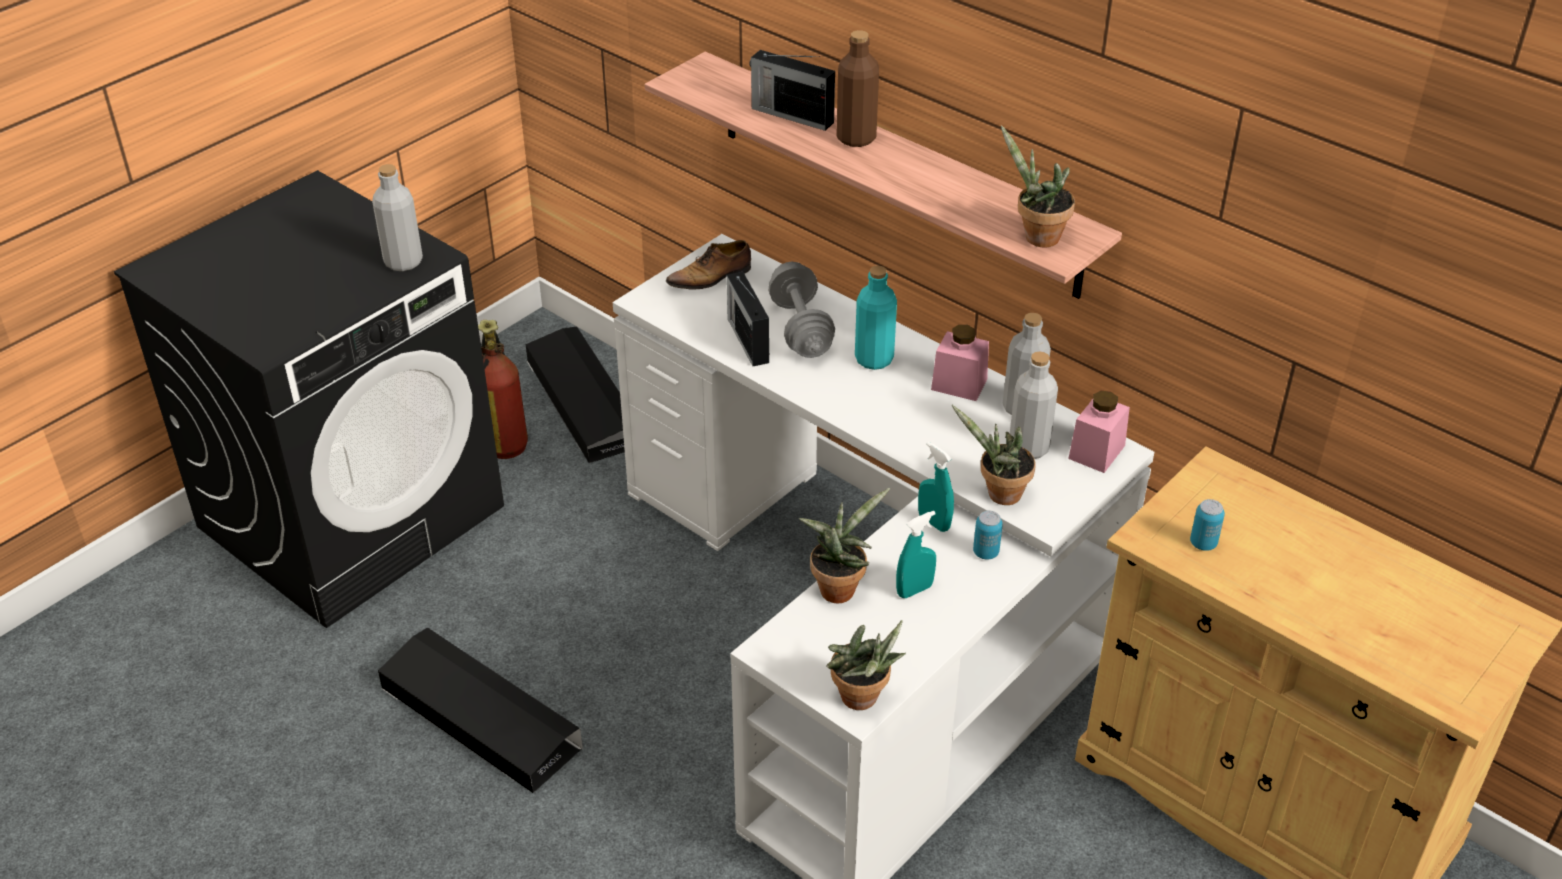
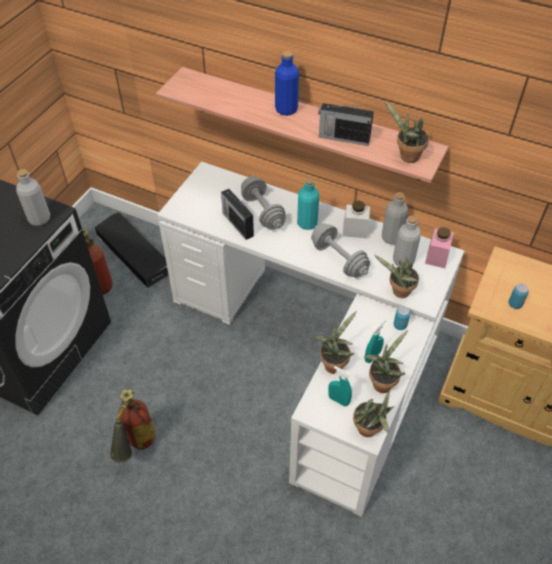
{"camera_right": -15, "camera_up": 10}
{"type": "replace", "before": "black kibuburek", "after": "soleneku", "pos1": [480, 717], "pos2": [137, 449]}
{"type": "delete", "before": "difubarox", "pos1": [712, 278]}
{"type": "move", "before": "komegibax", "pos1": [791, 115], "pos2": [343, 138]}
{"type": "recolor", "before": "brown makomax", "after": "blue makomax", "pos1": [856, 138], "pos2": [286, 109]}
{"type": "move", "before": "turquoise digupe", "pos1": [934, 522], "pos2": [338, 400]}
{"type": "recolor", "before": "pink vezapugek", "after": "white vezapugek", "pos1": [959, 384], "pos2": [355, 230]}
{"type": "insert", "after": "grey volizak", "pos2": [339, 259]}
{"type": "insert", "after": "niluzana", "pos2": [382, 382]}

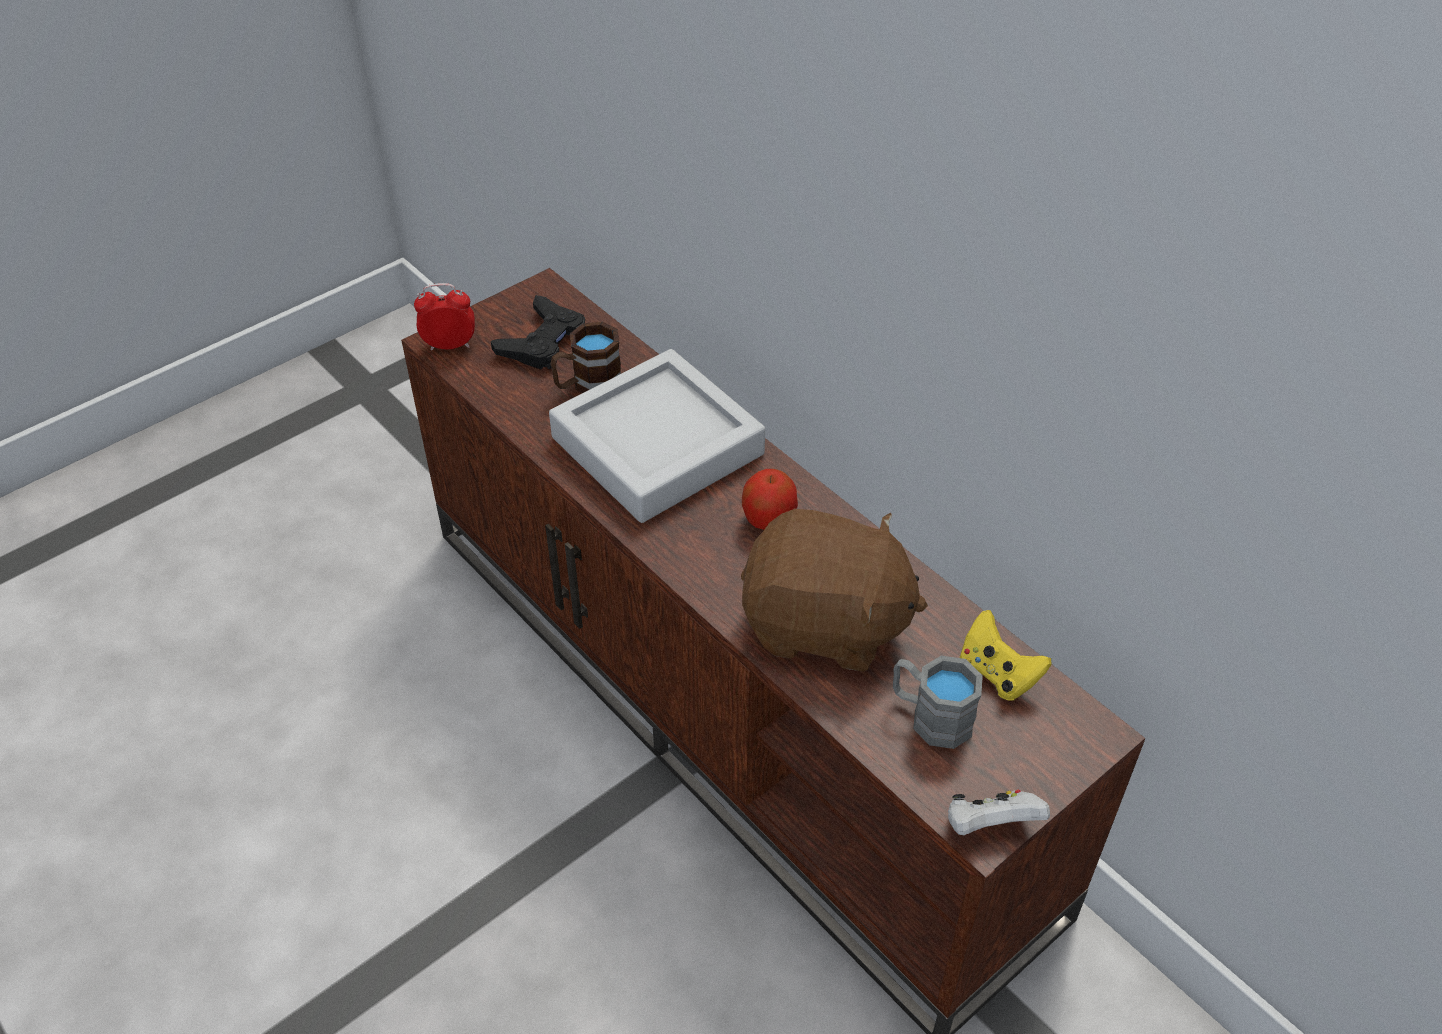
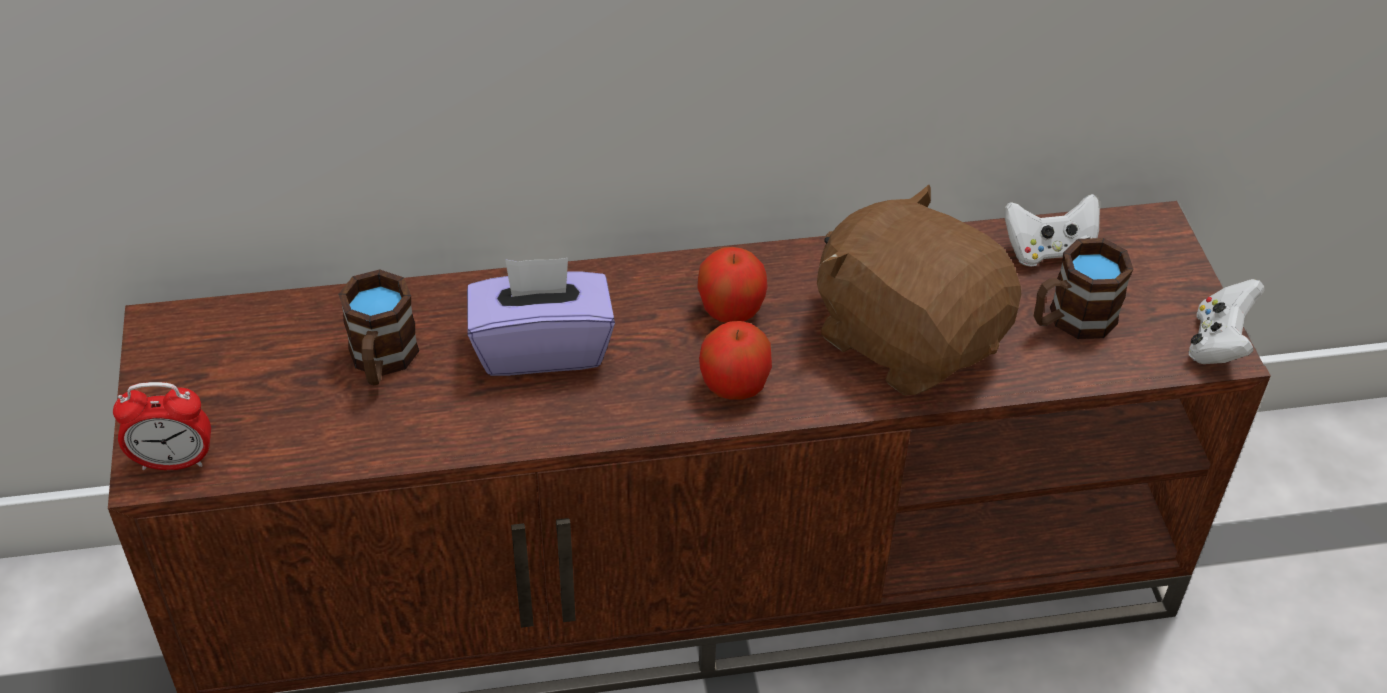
{"camera_right": -60, "camera_up": 0}
{"type": "rotate", "before": "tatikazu", "pos1": [449, 345], "pos2": [174, 461], "turn": -120}
{"type": "delete", "before": "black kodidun", "pos1": [543, 341]}
{"type": "replace", "before": "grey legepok", "after": "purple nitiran", "pos1": [657, 446], "pos2": [542, 347]}
{"type": "rotate", "before": "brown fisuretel", "pos1": [825, 625], "pos2": [907, 337], "turn": -90}
{"type": "recolor", "before": "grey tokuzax", "after": "brown tokuzax", "pos1": [930, 716], "pos2": [1070, 320]}
{"type": "recolor", "before": "yellow kodidun", "after": "white kodidun", "pos1": [997, 673], "pos2": [1048, 251]}
{"type": "insert", "after": "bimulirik", "pos2": [734, 386]}

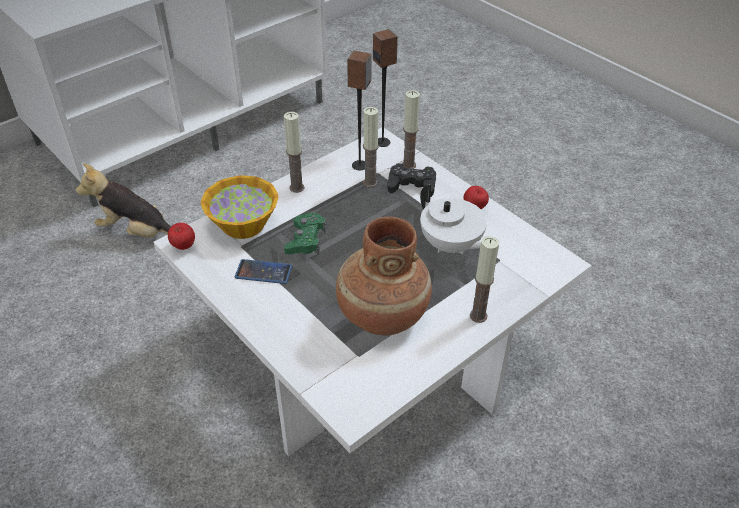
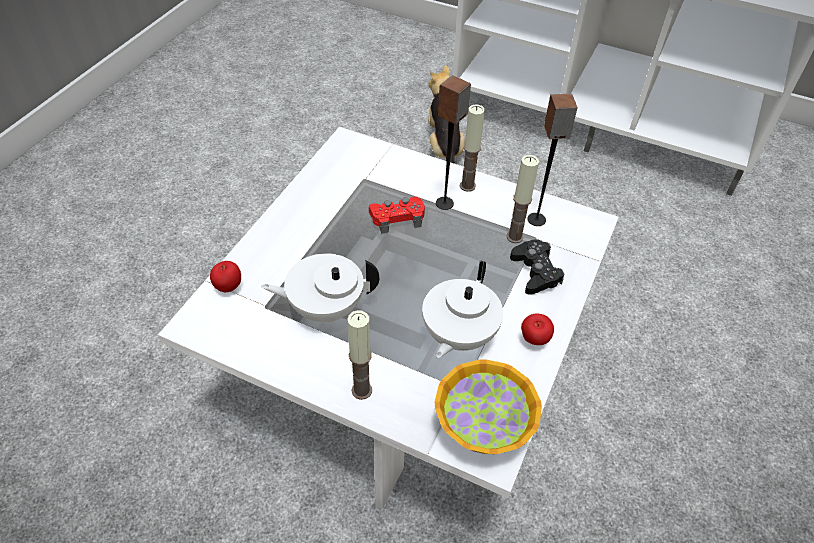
{"camera_right": 65, "camera_up": 5}
{"type": "move", "before": "bimulirik", "pos1": [183, 247], "pos2": [228, 287]}
{"type": "move", "before": "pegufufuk", "pos1": [243, 225], "pos2": [482, 428]}
{"type": "delete", "before": "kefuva", "pos1": [263, 272]}
{"type": "recolor", "before": "green kodidun", "after": "red kodidun", "pos1": [306, 240], "pos2": [397, 218]}
{"type": "replace", "before": "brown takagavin", "after": "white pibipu", "pos1": [382, 314], "pos2": [325, 307]}
{"type": "move", "before": "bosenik", "pos1": [383, 142], "pos2": [445, 203]}
{"type": "delete", "before": "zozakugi", "pos1": [408, 165]}

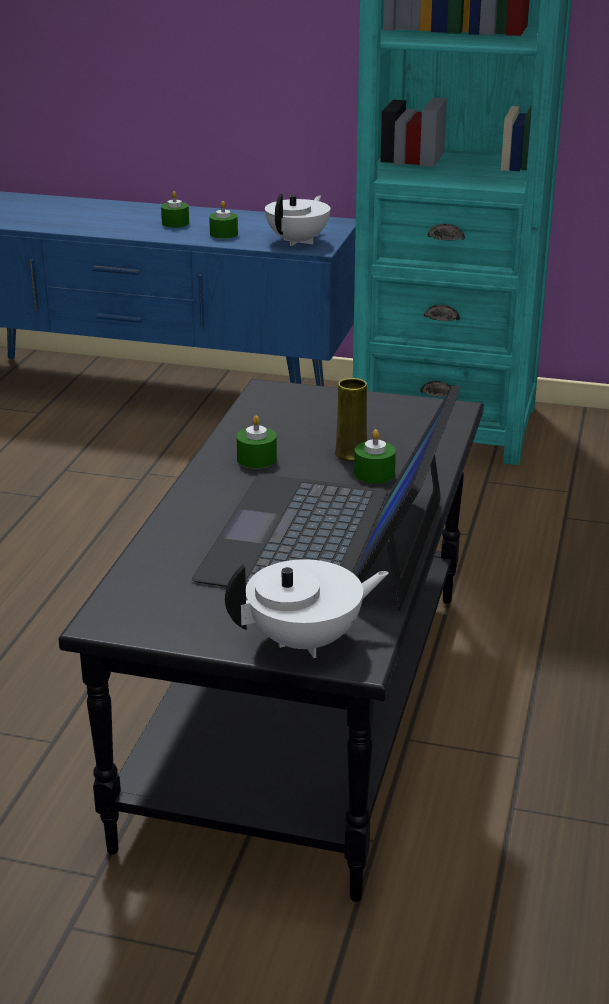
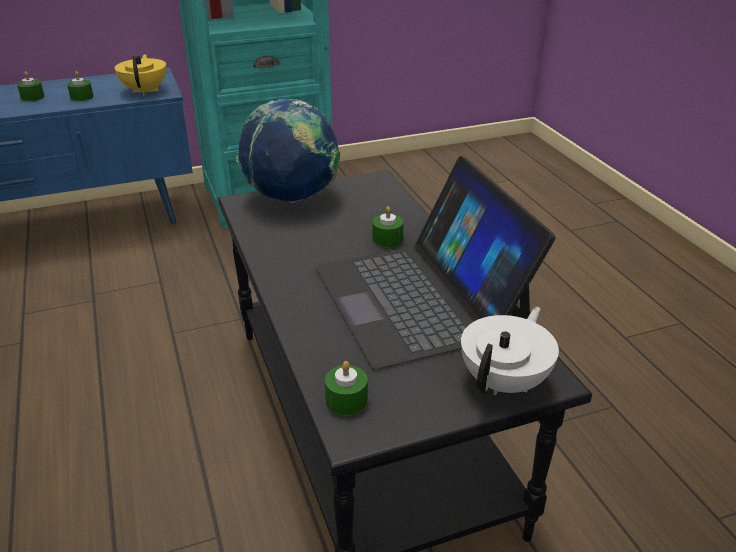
{"camera_right": -35, "camera_up": 5}
{"type": "move", "before": "green zozakugi", "pos1": [256, 459], "pos2": [346, 400]}
{"type": "recolor", "before": "white pibipu", "after": "yellow pibipu", "pos1": [298, 241], "pos2": [145, 91]}
{"type": "delete", "before": "yellow takagavin", "pos1": [351, 454]}
{"type": "insert", "after": "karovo", "pos2": [292, 198]}

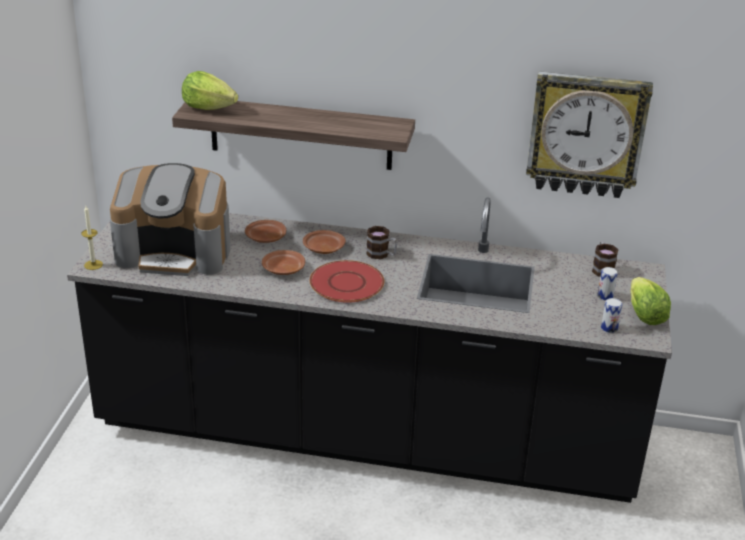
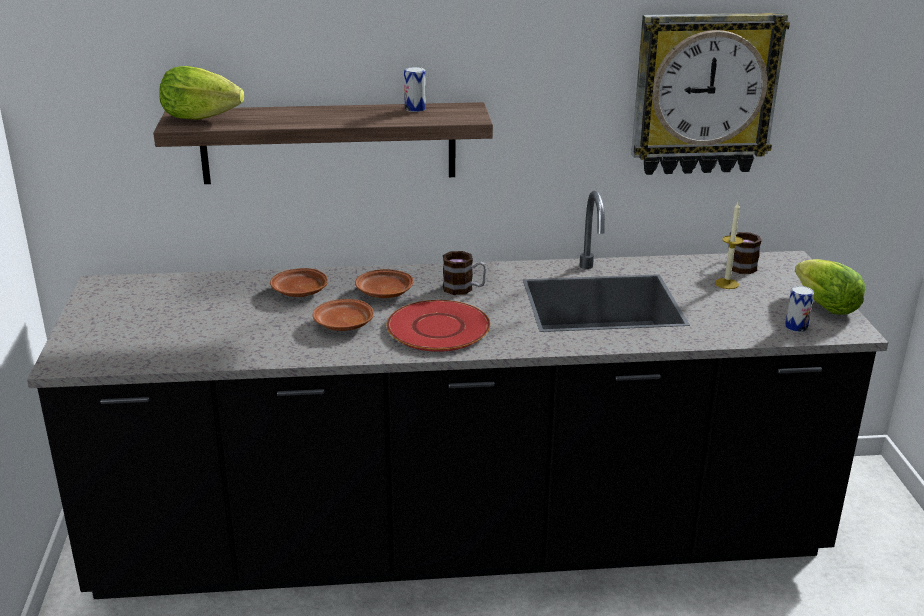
{"camera_right": -15, "camera_up": -5}
{"type": "move", "before": "zozakugi", "pos1": [93, 265], "pos2": [726, 283]}
{"type": "delete", "before": "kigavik", "pos1": [175, 252]}
{"type": "move", "before": "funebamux", "pos1": [605, 296], "pos2": [415, 108]}

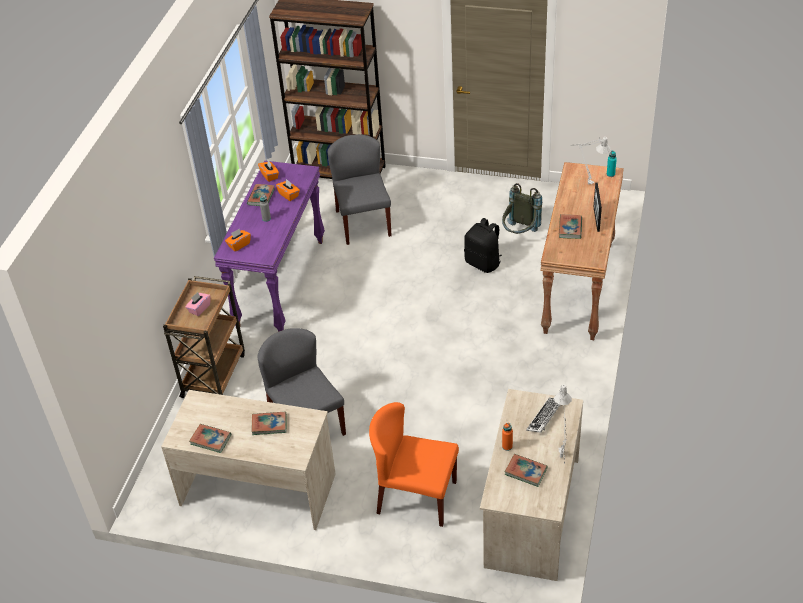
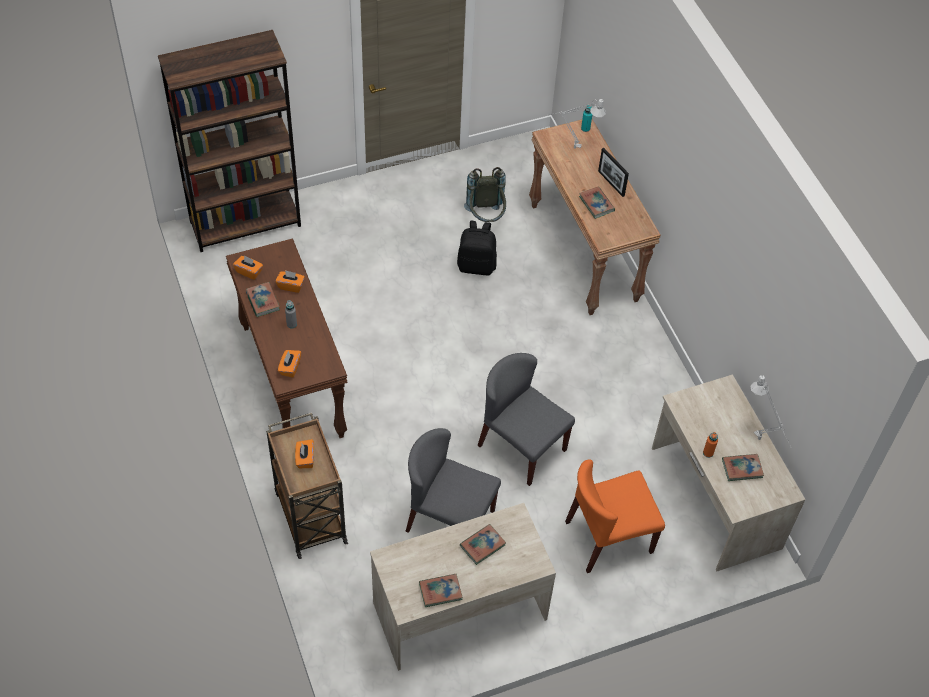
{"camera_right": -40, "camera_up": 10}
{"type": "recolor", "before": "pink nitiran", "after": "orange nitiran", "pos1": [199, 308], "pos2": [305, 459]}
{"type": "recolor", "before": "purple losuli", "after": "brown losuli", "pos1": [280, 283], "pos2": [291, 381]}
{"type": "move", "before": "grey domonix", "pos1": [363, 223], "pos2": [521, 447]}
{"type": "delete", "before": "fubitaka", "pos1": [545, 417]}

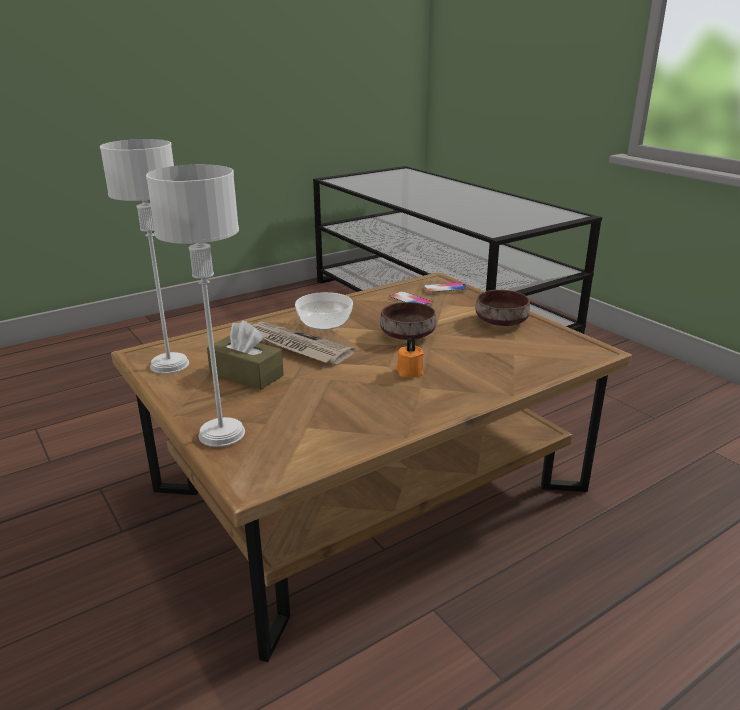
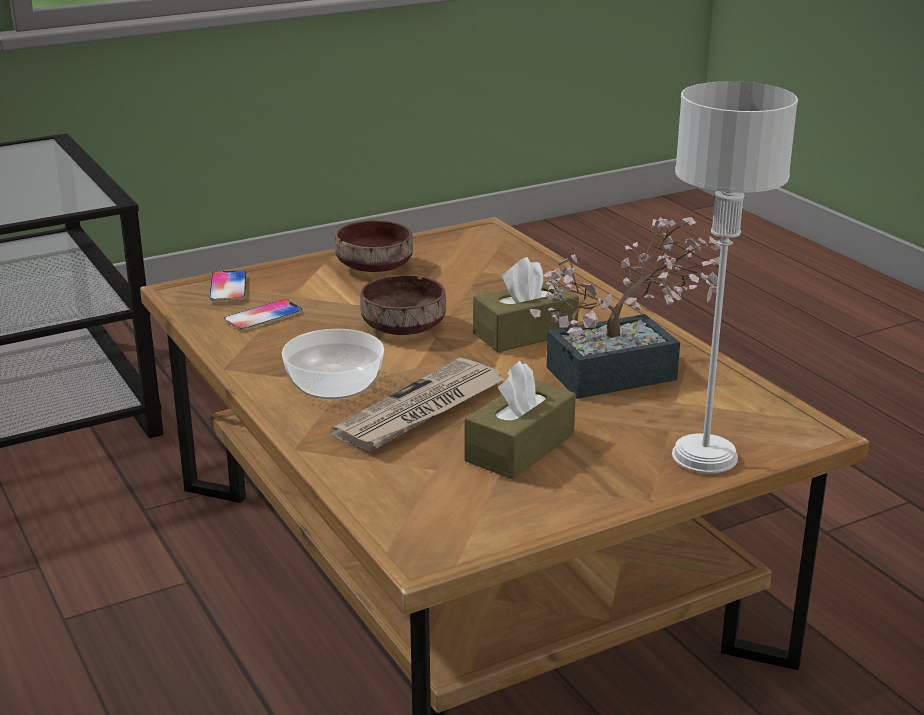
{"camera_right": -85, "camera_up": 0}
{"type": "delete", "before": "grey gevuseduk", "pos1": [170, 364]}
{"type": "replace", "before": "orange zozakugi", "after": "brown nitiran", "pos1": [409, 372], "pos2": [525, 333]}
{"type": "insert", "after": "niluzana", "pos2": [626, 371]}

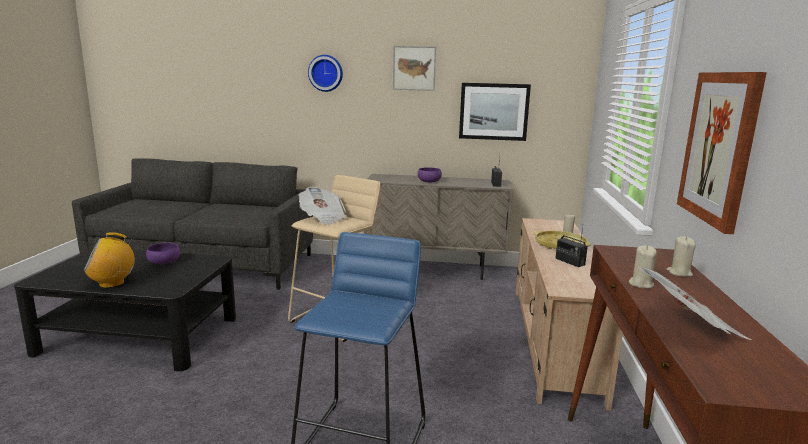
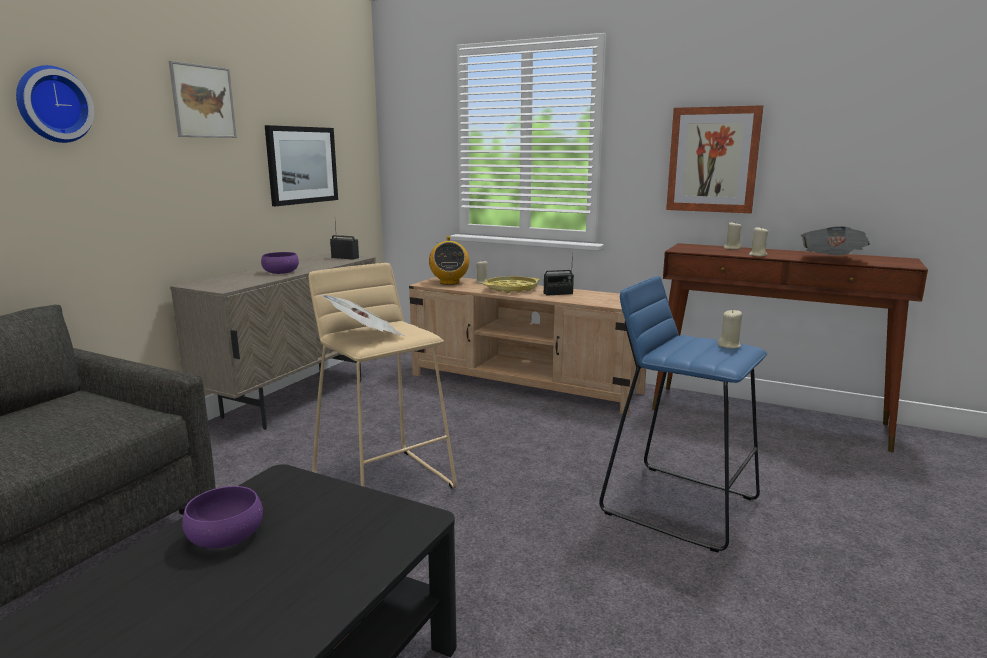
{"camera_right": -70, "camera_up": 0}
{"type": "move", "before": "komegibax", "pos1": [112, 283], "pos2": [449, 282]}
{"type": "insert", "after": "beige zozakugi", "pos2": [729, 345]}

